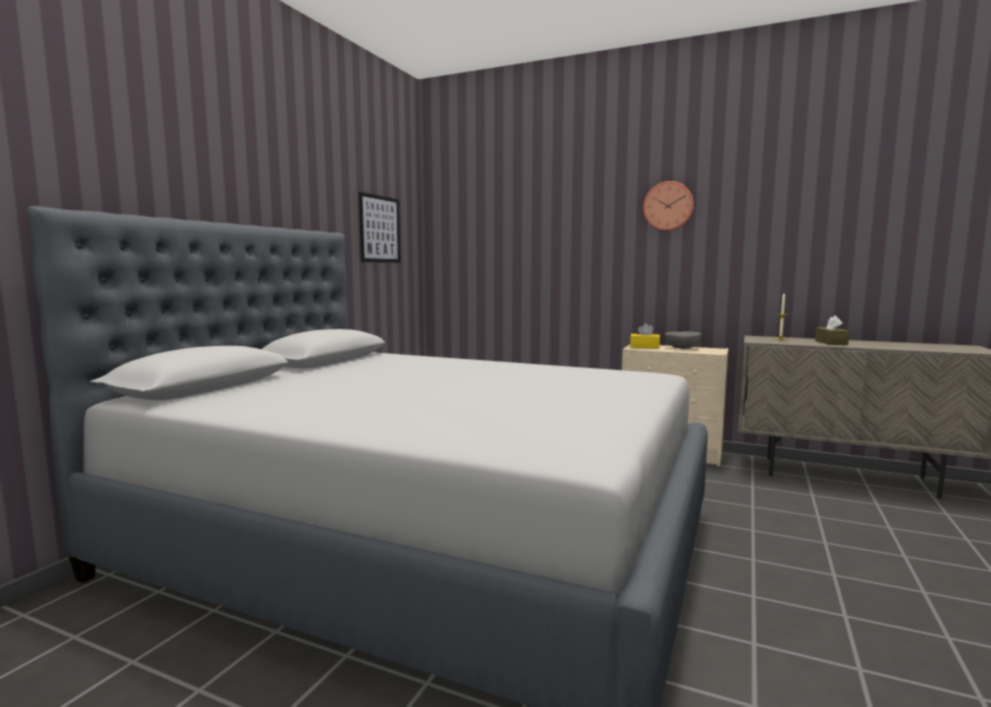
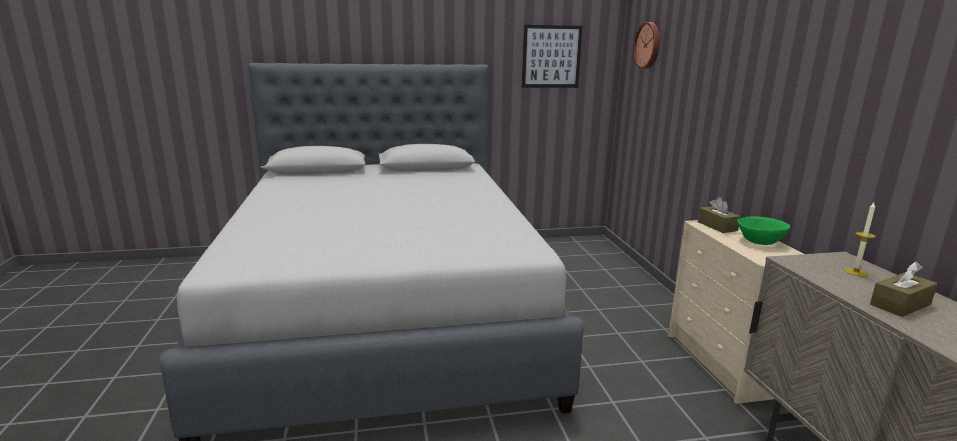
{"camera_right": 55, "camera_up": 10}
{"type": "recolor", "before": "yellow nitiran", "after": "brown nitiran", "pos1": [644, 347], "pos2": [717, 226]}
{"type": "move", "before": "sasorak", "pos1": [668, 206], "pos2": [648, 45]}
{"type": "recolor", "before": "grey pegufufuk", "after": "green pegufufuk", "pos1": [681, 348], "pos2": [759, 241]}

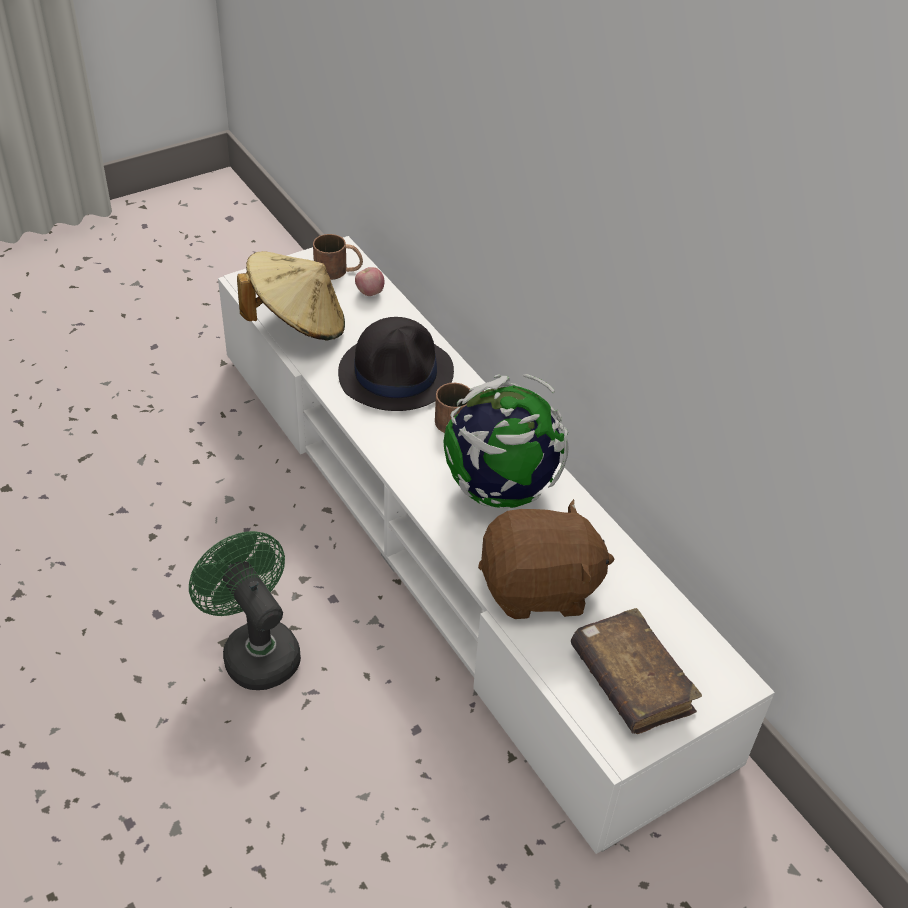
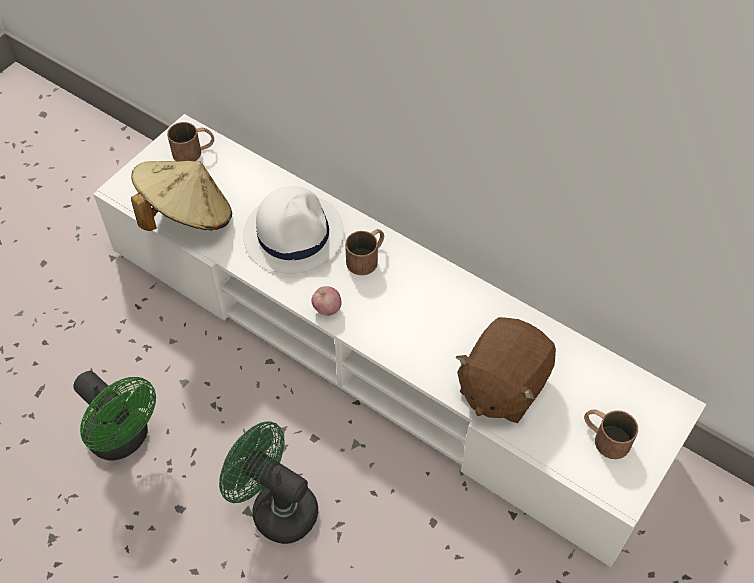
{"camera_right": -20, "camera_up": 10}
{"type": "recolor", "before": "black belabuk", "after": "white belabuk", "pos1": [396, 373], "pos2": [294, 234]}
{"type": "move", "before": "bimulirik", "pos1": [369, 292], "pos2": [327, 309]}
{"type": "delete", "before": "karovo", "pos1": [499, 490]}
{"type": "rotate", "before": "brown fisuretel", "pos1": [539, 588], "pos2": [501, 386], "turn": 150}
{"type": "replace", "before": "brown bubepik", "after": "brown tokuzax", "pos1": [631, 681], "pos2": [604, 437]}
{"type": "insert", "after": "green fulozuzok", "pos2": [124, 439]}

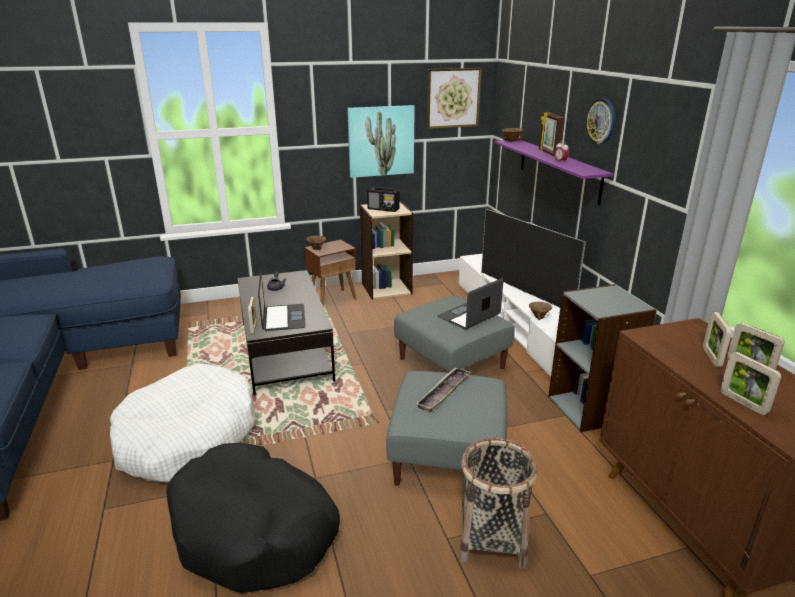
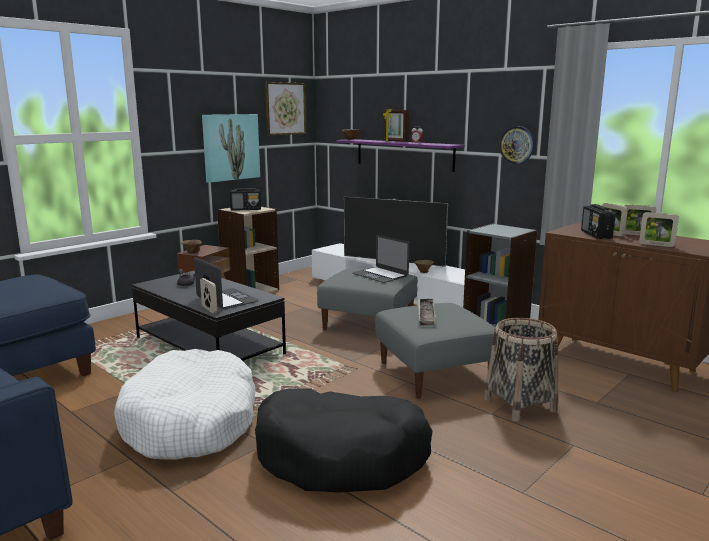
{"camera_right": -30, "camera_up": -10}
{"type": "rotate", "before": "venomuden", "pos1": [469, 316], "pos2": [380, 275], "turn": -60}
{"type": "move", "before": "sasorak", "pos1": [601, 121], "pos2": [517, 145]}
{"type": "insert", "after": "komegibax", "pos2": [596, 235]}

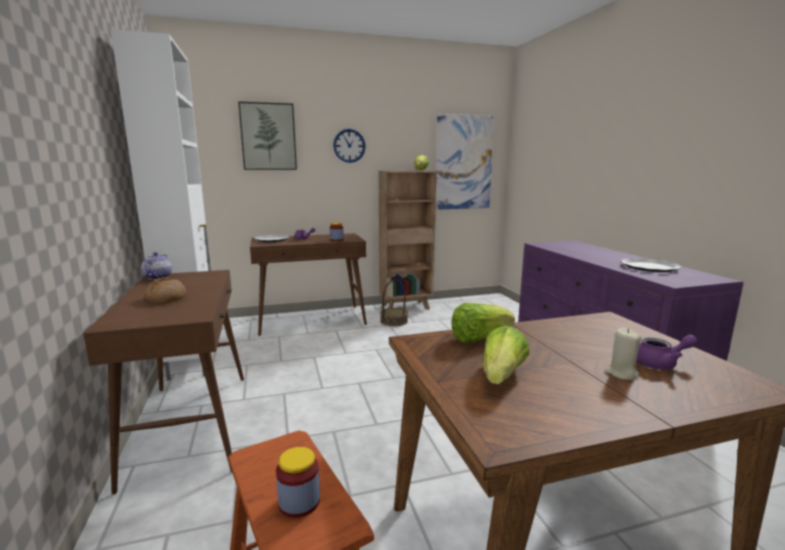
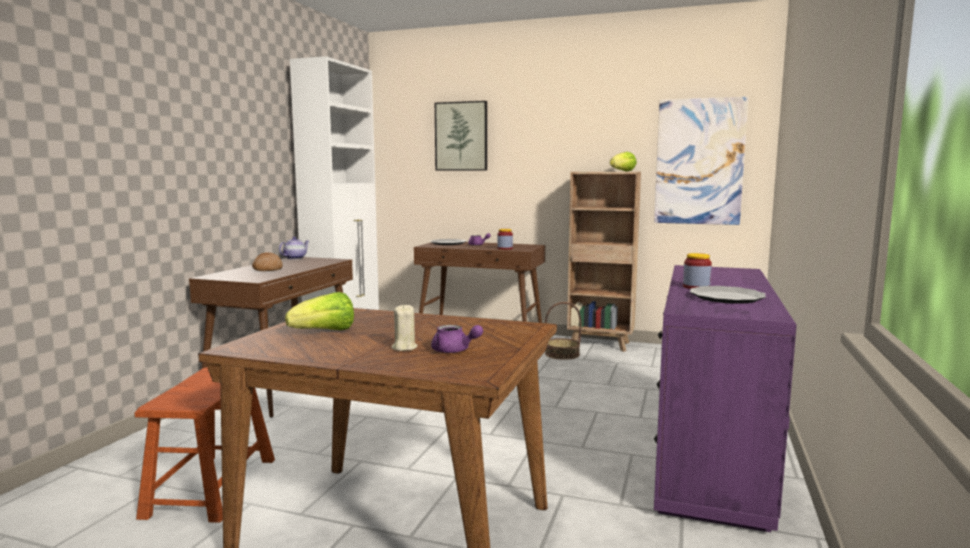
{"camera_right": 35, "camera_up": -5}
{"type": "move", "before": "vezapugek", "pos1": [299, 502], "pos2": [696, 287]}
{"type": "delete", "before": "sasorak", "pos1": [349, 145]}
{"type": "delete", "before": "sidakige", "pos1": [479, 338]}

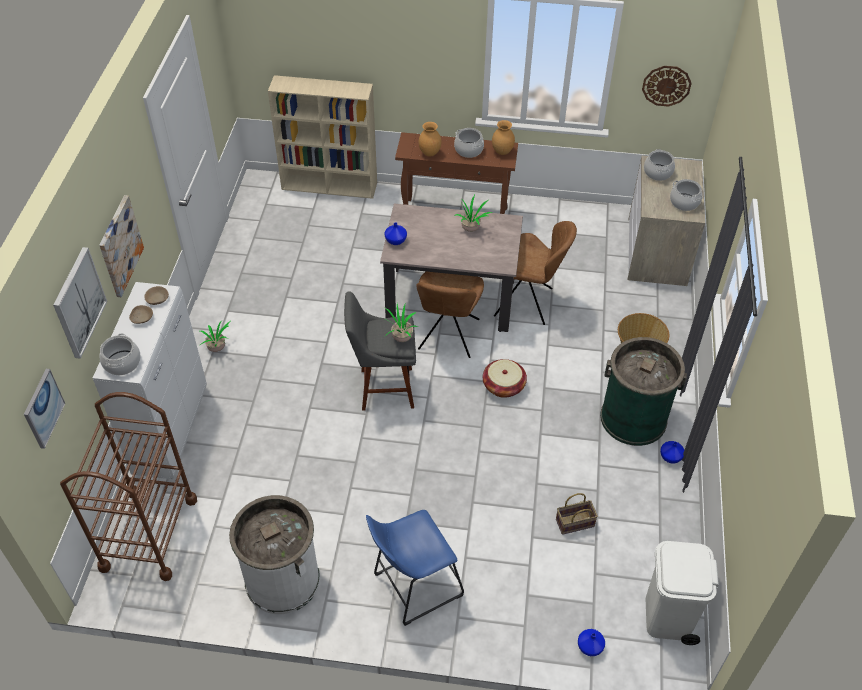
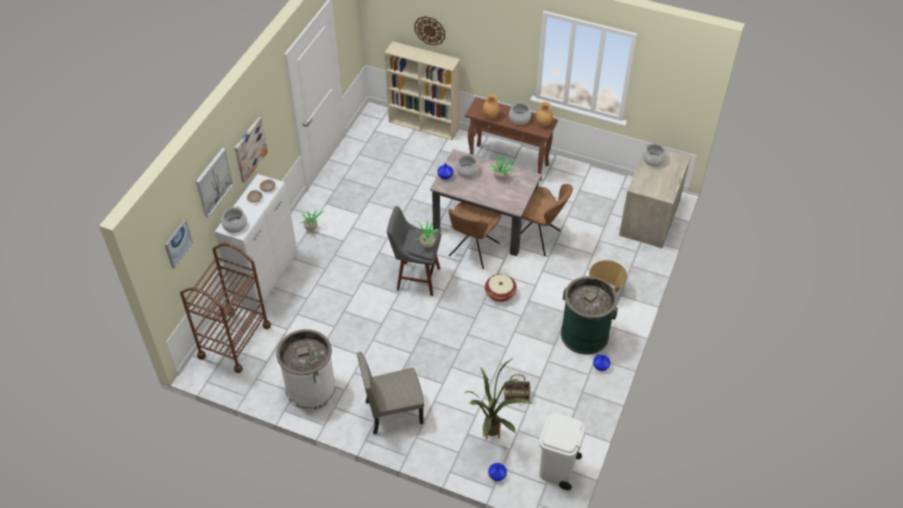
{"camera_right": 15, "camera_up": 0}
{"type": "replace", "before": "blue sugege", "after": "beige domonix", "pos1": [413, 586], "pos2": [393, 412]}
{"type": "move", "before": "sasorak", "pos1": [666, 85], "pos2": [430, 30]}
{"type": "move", "before": "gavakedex", "pos1": [684, 202], "pos2": [467, 171]}
{"type": "insert", "after": "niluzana", "pos2": [490, 438]}

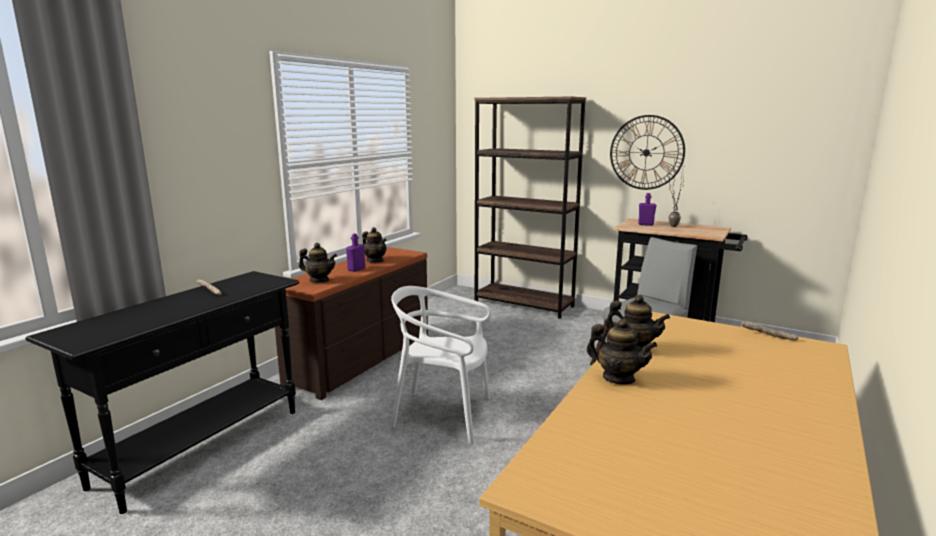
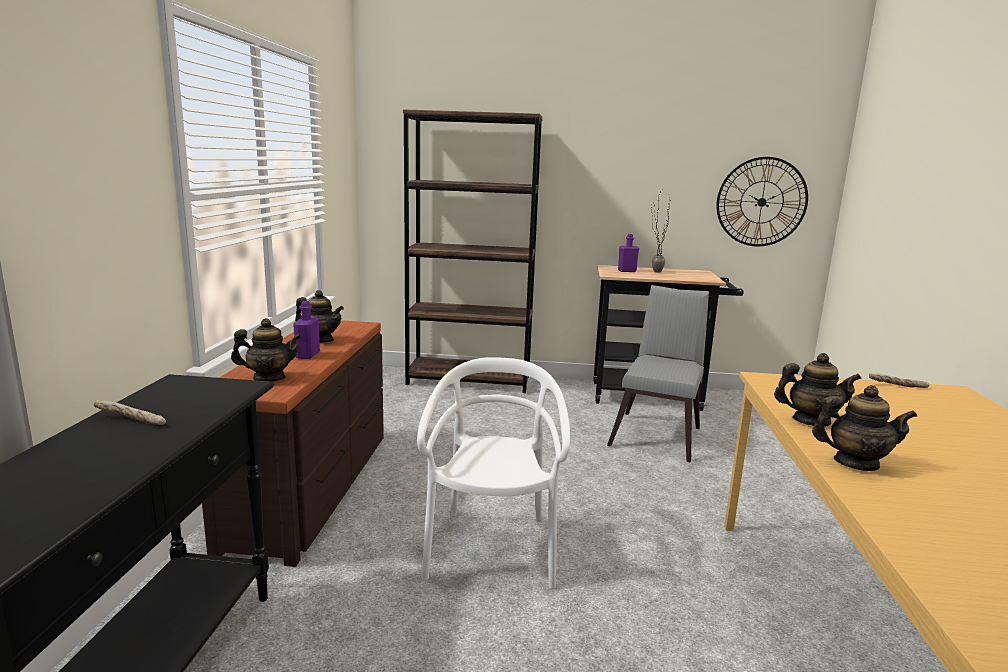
{"camera_right": -25, "camera_up": 0}
{"type": "rotate", "before": "white domonix", "pos1": [443, 414], "pos2": [492, 548], "turn": 105}
{"type": "move", "before": "sasorak", "pos1": [646, 152], "pos2": [761, 202]}

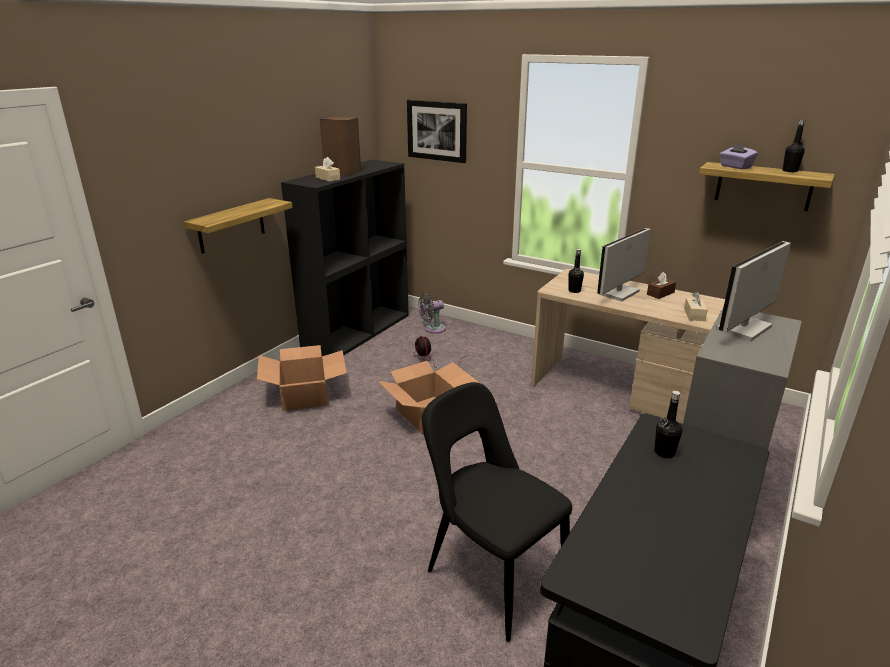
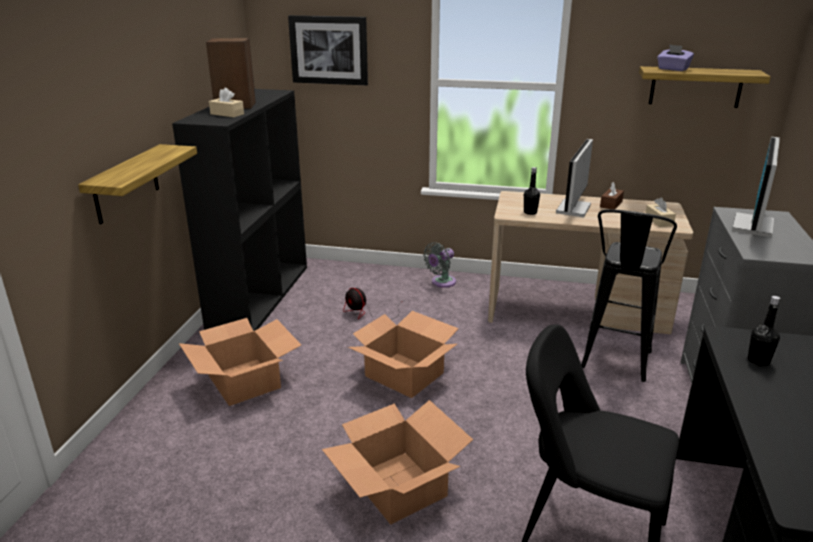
{"camera_right": -20, "camera_up": 0}
{"type": "move", "before": "grey fulozuzok", "pos1": [432, 329], "pos2": [441, 282]}
{"type": "delete", "before": "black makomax", "pos1": [790, 171]}
{"type": "insert", "after": "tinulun", "pos2": [398, 487]}
{"type": "insert", "after": "black sugege", "pos2": [614, 366]}

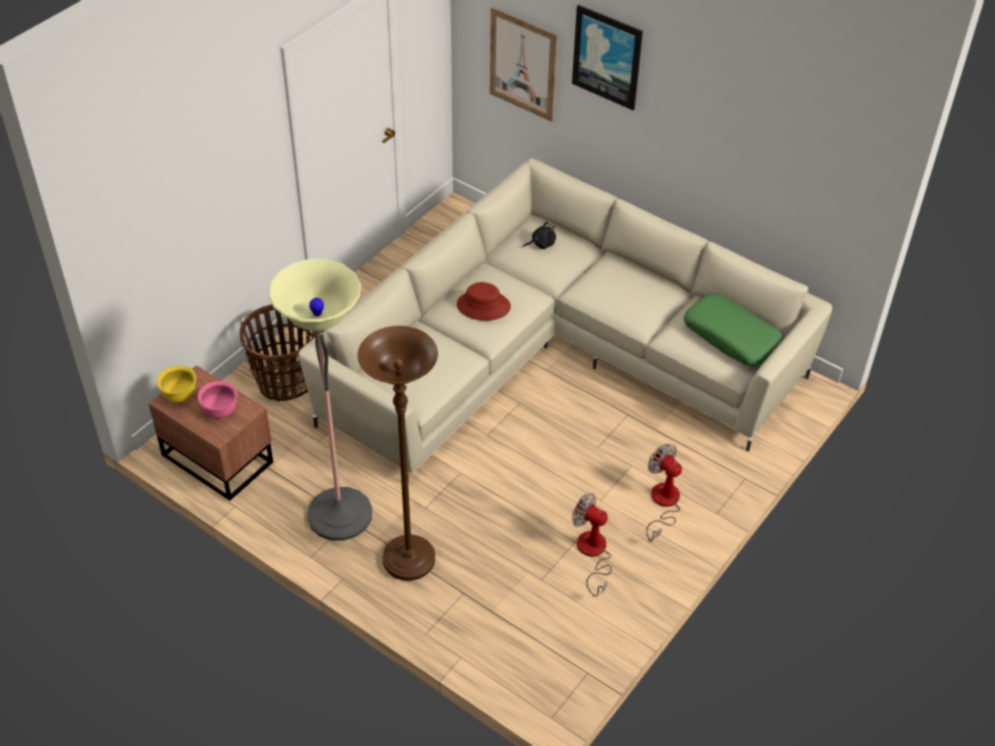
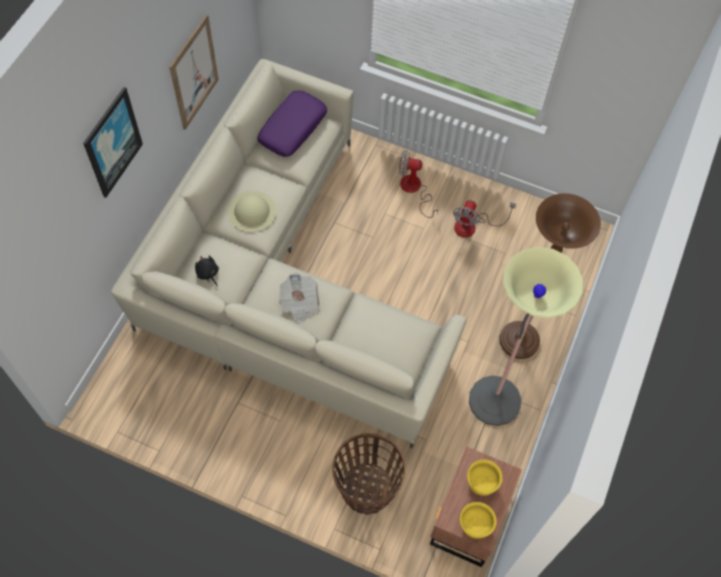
{"camera_right": -105, "camera_up": 15}
{"type": "recolor", "before": "pink pegufufuk", "after": "yellow pegufufuk", "pos1": [220, 411], "pos2": [481, 483]}
{"type": "replace", "before": "red belabuk", "after": "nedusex", "pos1": [483, 306], "pos2": [300, 304]}
{"type": "move", "before": "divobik", "pos1": [523, 64], "pos2": [194, 73]}
{"type": "rotate", "before": "fulozuzok", "pos1": [663, 504], "pos2": [414, 190], "turn": 60}
{"type": "recolor", "before": "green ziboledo", "after": "purple ziboledo", "pos1": [732, 337], "pos2": [292, 128]}
{"type": "insert", "after": "beige belabuk", "pos2": [252, 211]}

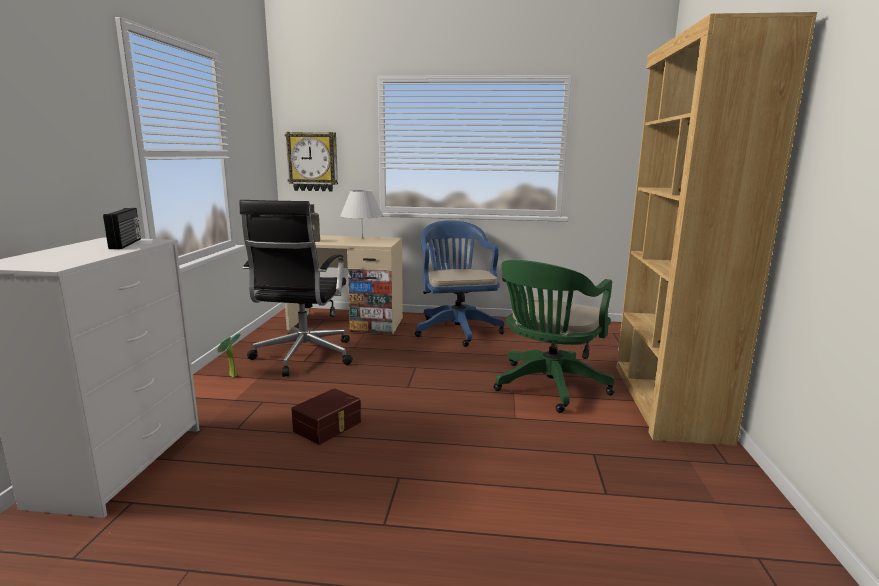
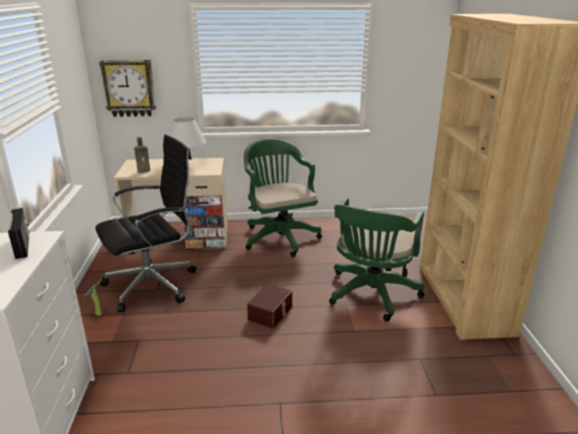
{"camera_right": -10, "camera_up": 10}
{"type": "rotate", "before": "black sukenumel", "pos1": [303, 357], "pos2": [154, 284], "turn": -120}
{"type": "move", "before": "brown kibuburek", "pos1": [328, 427], "pos2": [271, 313]}
{"type": "recolor", "before": "blue sukenumel", "after": "green sukenumel", "pos1": [456, 329], "pos2": [279, 236]}

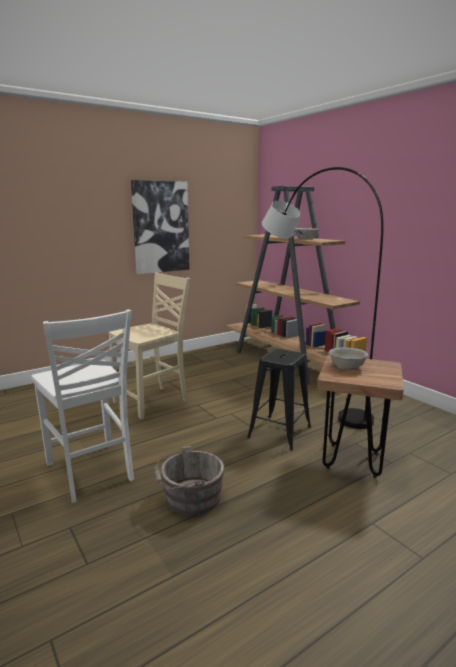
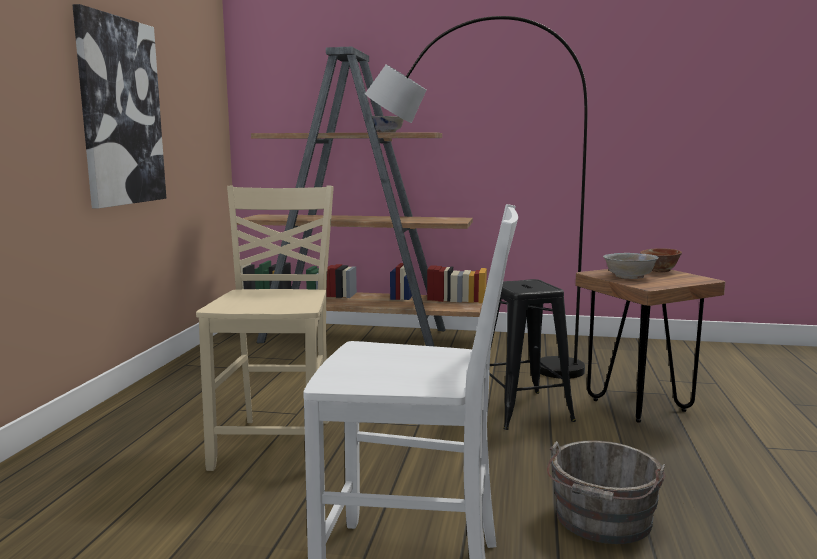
{"camera_right": -45, "camera_up": -5}
{"type": "insert", "after": "pegufufuk", "pos2": [660, 271]}

